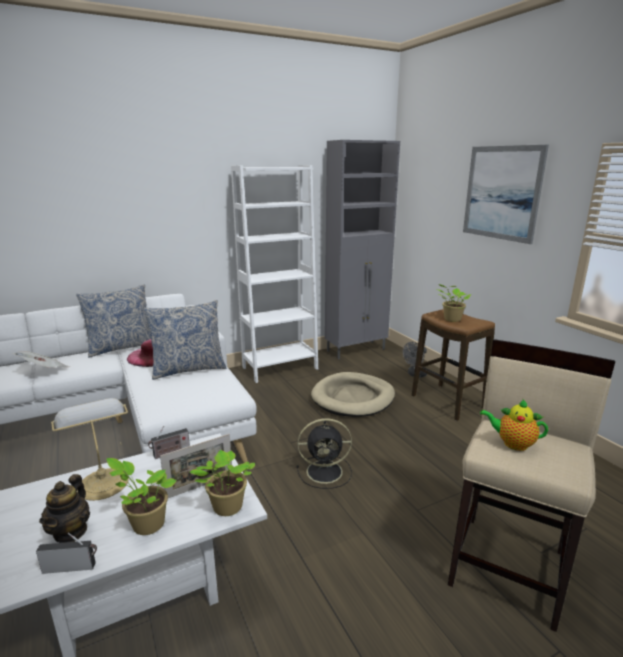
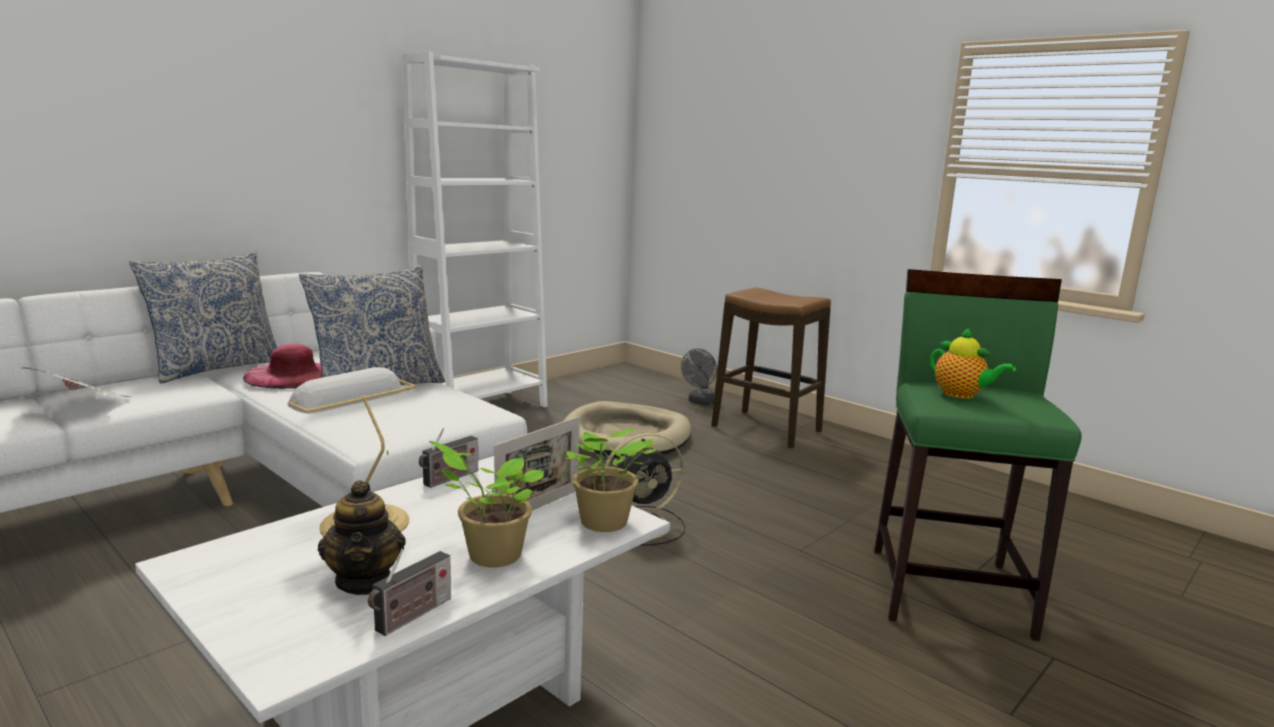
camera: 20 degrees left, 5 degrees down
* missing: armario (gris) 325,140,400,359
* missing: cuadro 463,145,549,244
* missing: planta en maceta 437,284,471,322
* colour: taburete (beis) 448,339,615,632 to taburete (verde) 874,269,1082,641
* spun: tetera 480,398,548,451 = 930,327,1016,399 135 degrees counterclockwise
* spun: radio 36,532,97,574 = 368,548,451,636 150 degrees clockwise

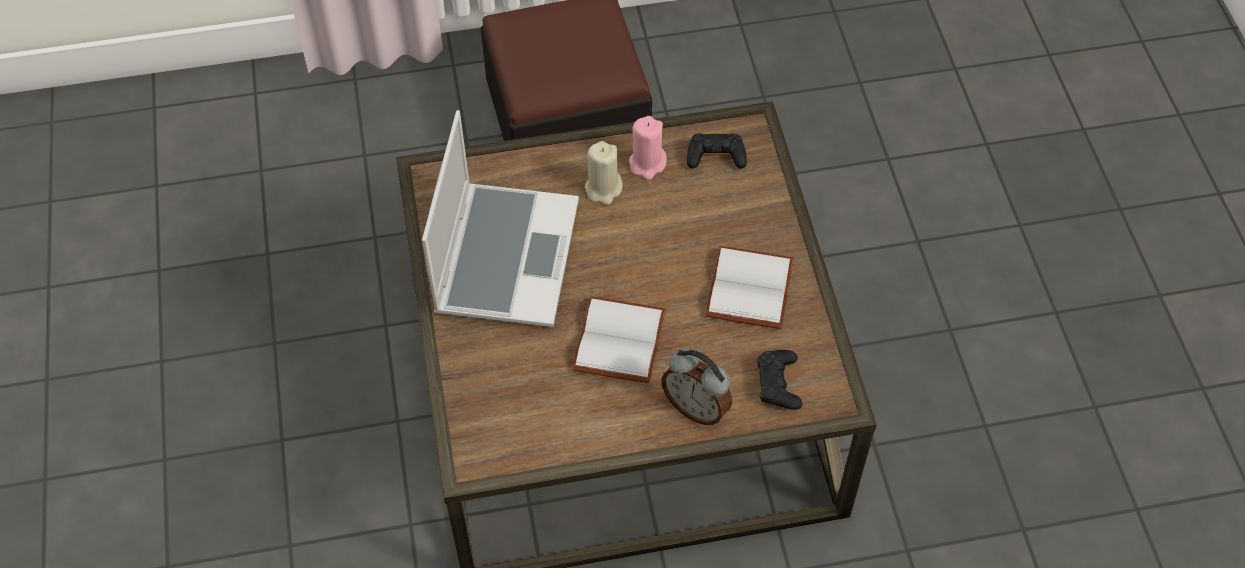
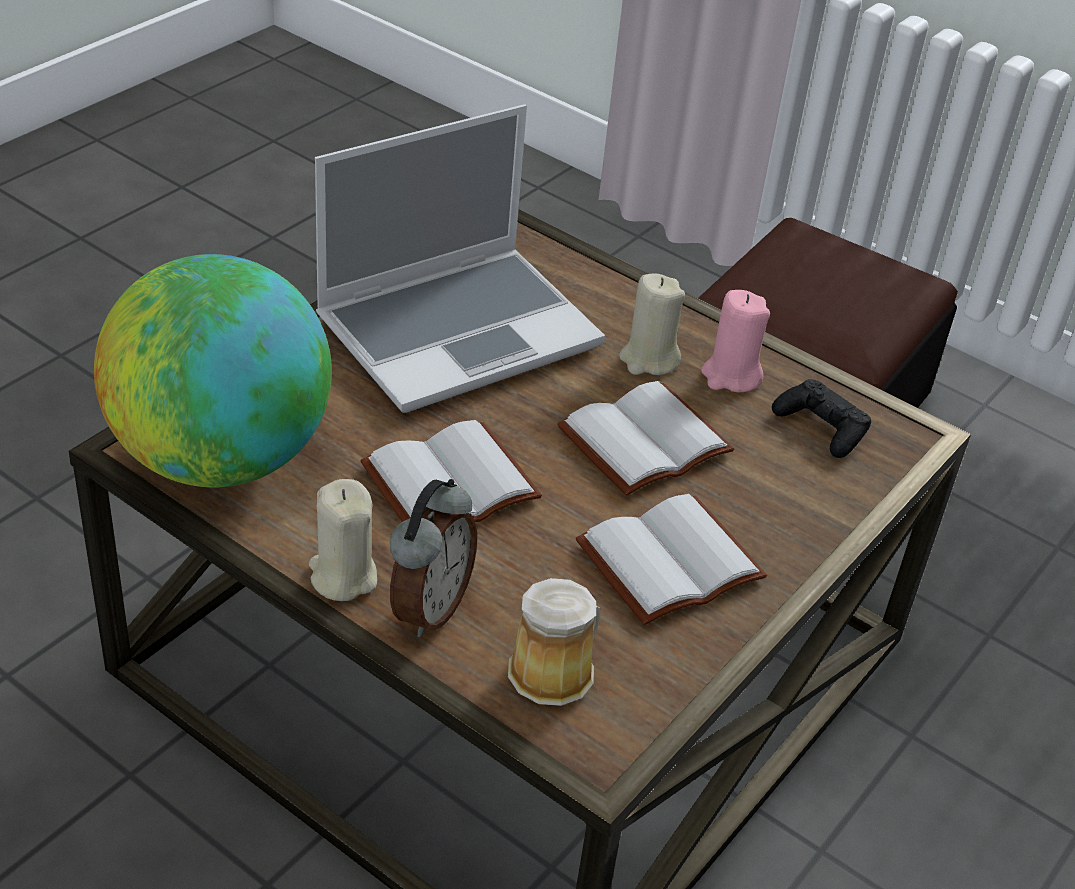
camera: 45 degrees right, 15 degrees down
* spun: despertador 661,349,732,425 = 390,479,477,637 150 degrees counterclockwise
* exchanged: mando de consola (negro) 757,350,803,410 to taza grande 508,578,600,706
* appeared: globo terráqueo 94,254,332,487
* appeared: libro (blanco) 557,381,735,496
* appeared: vela (beis) 309,479,377,601

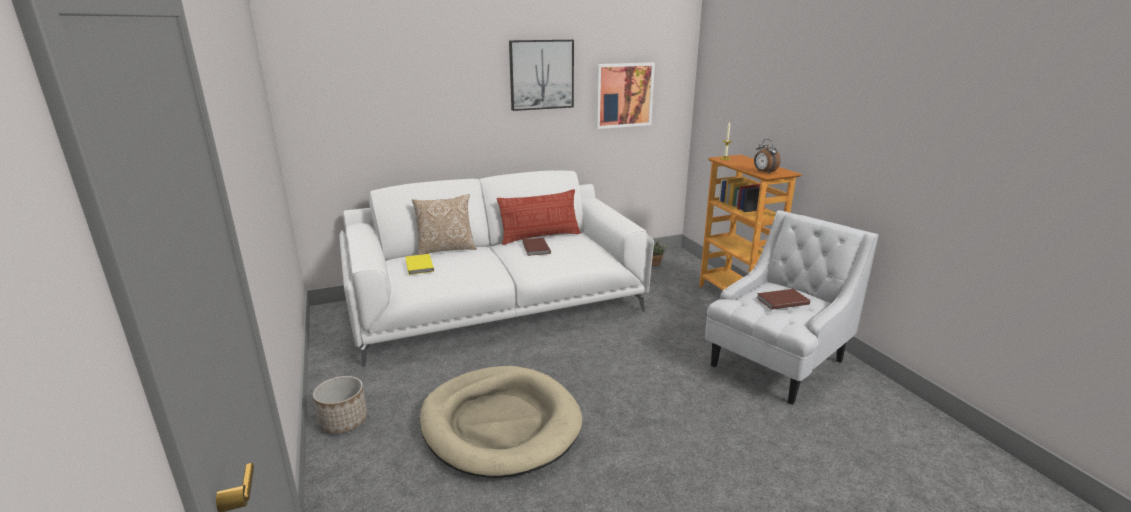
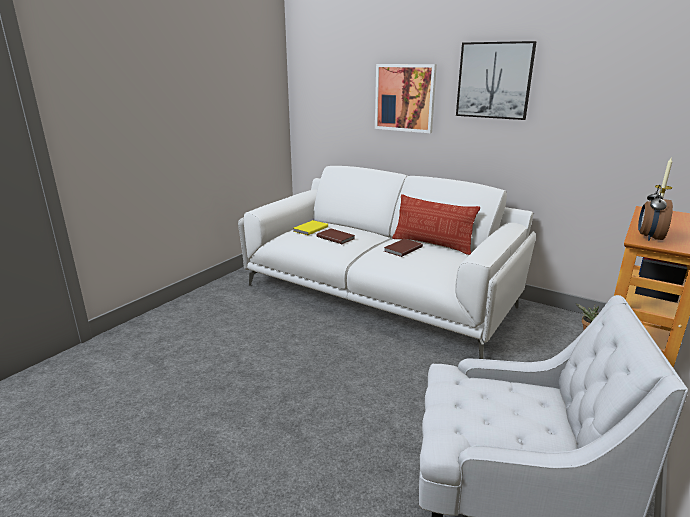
camera: 55 degrees right, 0 degrees up
* relocated: cuadro 596,62,655,129 to 375,64,437,133
* missing: cojín 412,194,476,255
* relocated: libro (marrón) 757,289,810,310 to 317,228,355,244
* missing: cama para perro (beis) 420,366,582,478
* missing: maceta 313,376,367,434

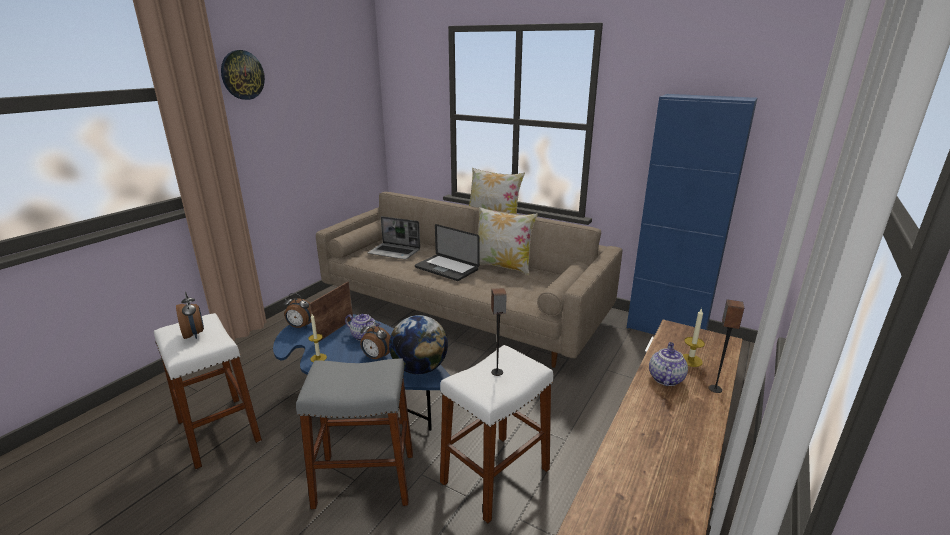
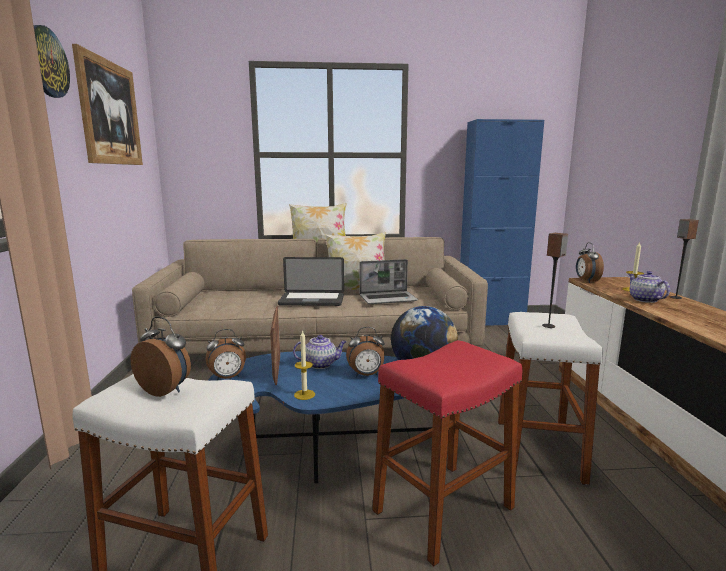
camera: 35 degrees left, 10 degrees down
* relocated: portátil 368,216,420,260 to 360,259,418,304
* colour: taburete (gris) 296,358,413,509 to taburete (rojo) 372,340,522,566
* appeared: cuadro 72,44,143,165
* appeared: despertador 576,243,604,283

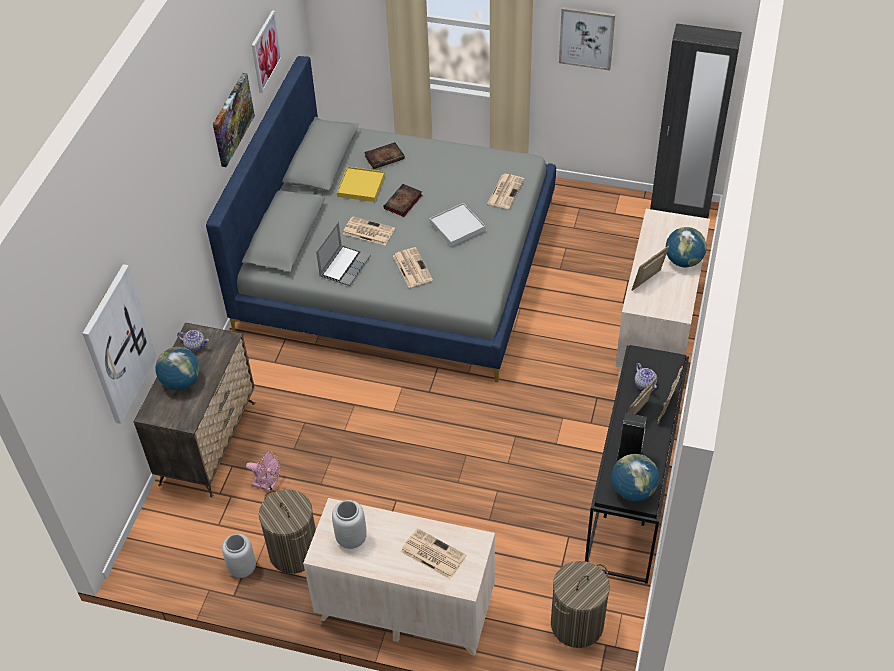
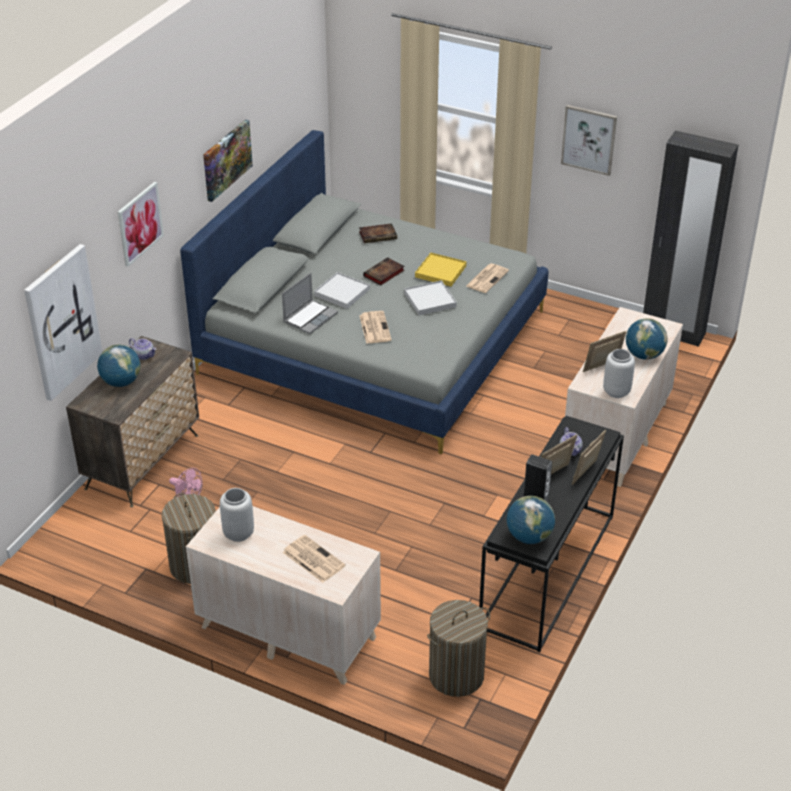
camera: 10 degrees right, 10 degrees down
* relocated: cuadro 252,10,282,93 to 118,182,164,267
* relocated: bandeja (amarillo) 337,166,385,202 to 415,253,466,287
* exchanged: periódico 343,216,395,245 to bandeja (blanco) 314,272,370,309
* relocated: florero (gris) 222,534,256,578 to 603,349,635,398

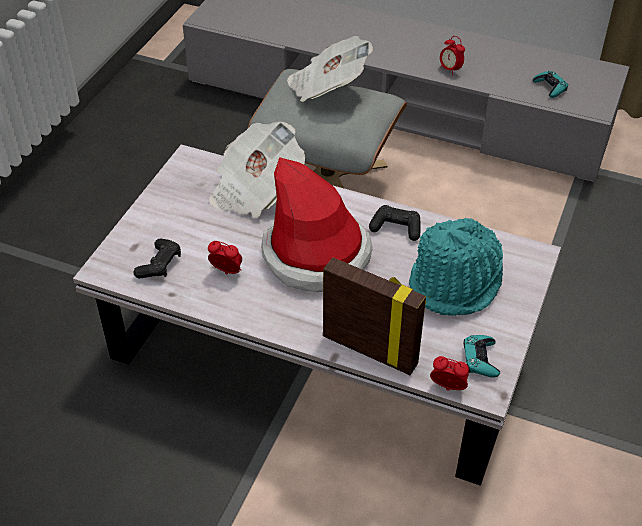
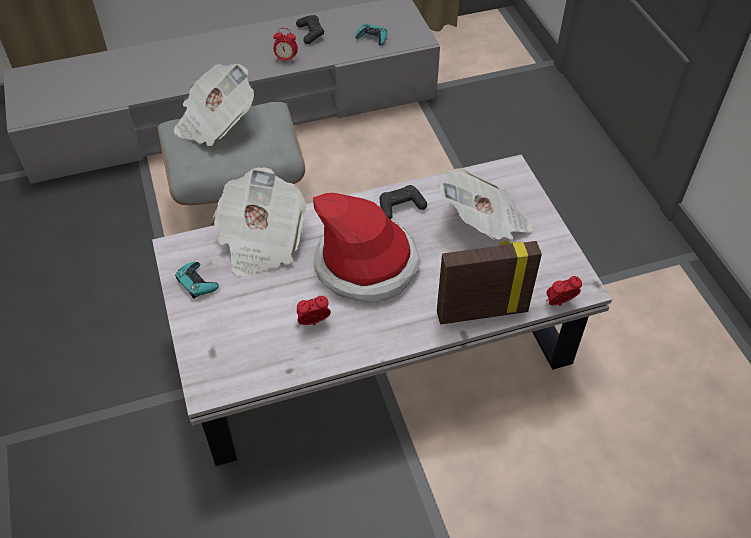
camera: 40 degrees left, 5 degrees up
* exchanged: sombrero (turquesa) 409,218,503,316 to periódico 439,168,533,240
* relocated: mando de consola (negro) 133,238,181,278 to 296,15,324,44
* relocated: mando de consola (turquesa) 464,335,500,378 to 175,262,219,299

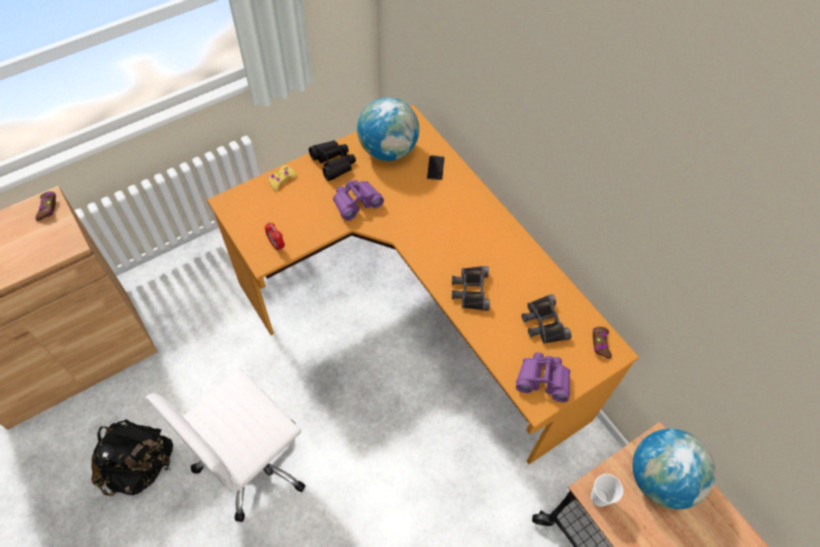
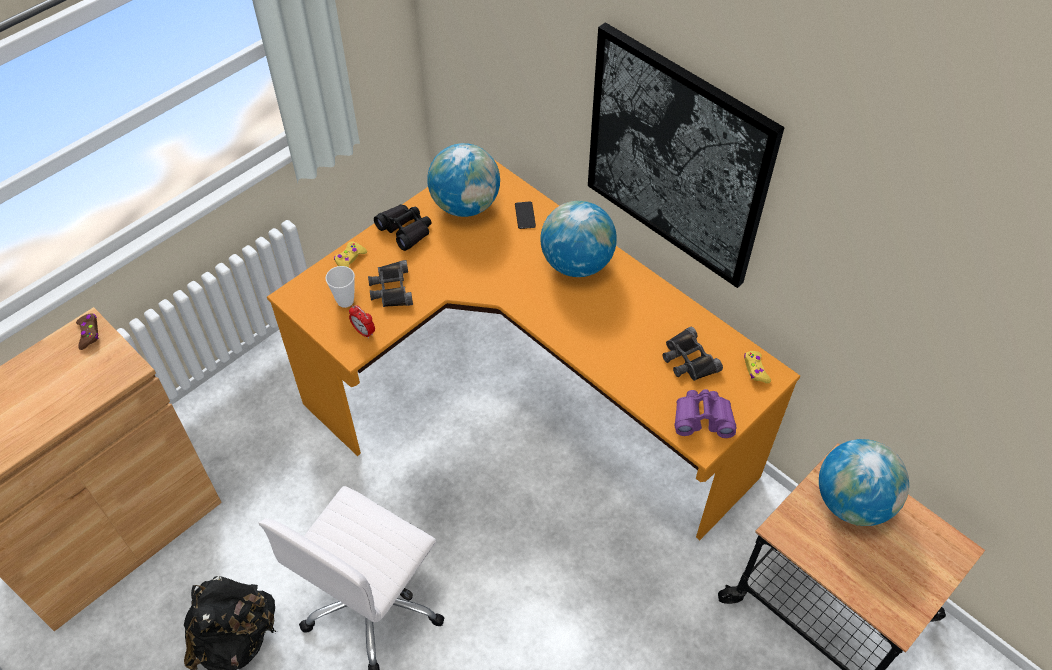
camera: 10 degrees left, 5 degrees down
* missing: prismáticos (morado) 333,180,384,221
* relocated: prismáticos (negro) 452,266,490,311 to 368,260,413,307
* colour: mando de consola (marrón) 593,327,612,359 to mando de consola (amarillo) 744,351,771,383
* relocated: taza 591,474,623,507 to 326,266,355,308
* appeared: cuadro 588,22,784,288
* appeared: globo terráqueo 540,201,617,277

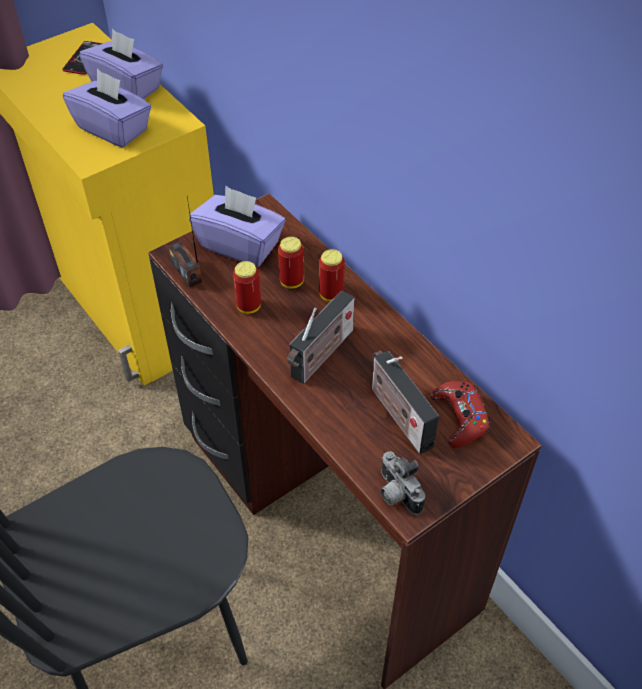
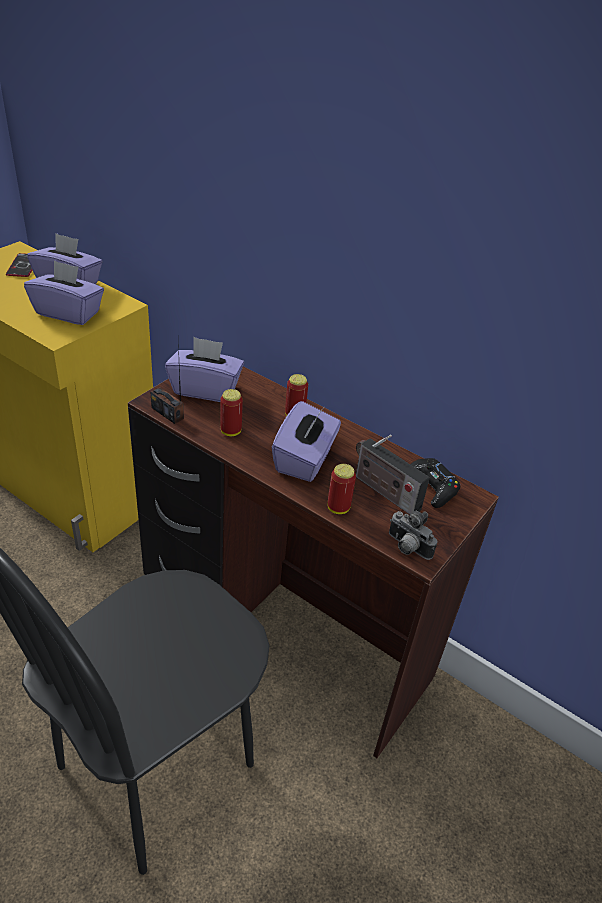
camera: 20 degrees left, 10 degrees down
* relocated: lata 278,237,304,288 to 327,464,356,514
* exchanged: radio 287,291,354,384 to caja de pañuelos (morado) 272,401,341,482
* colour: mando de consola (rojo) 431,381,491,448 to mando de consola (negro) 410,458,460,508

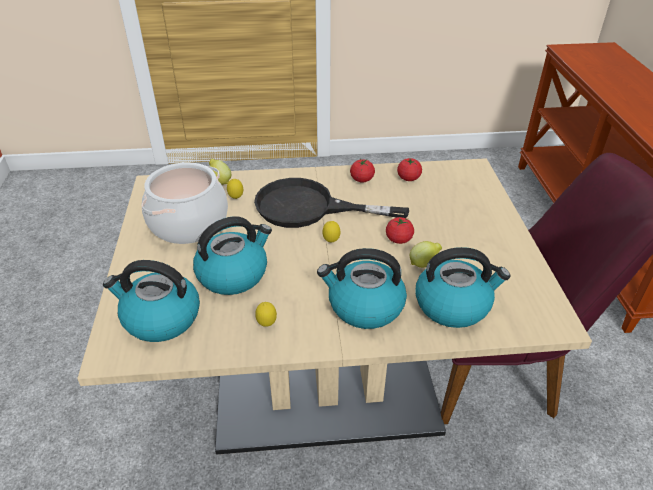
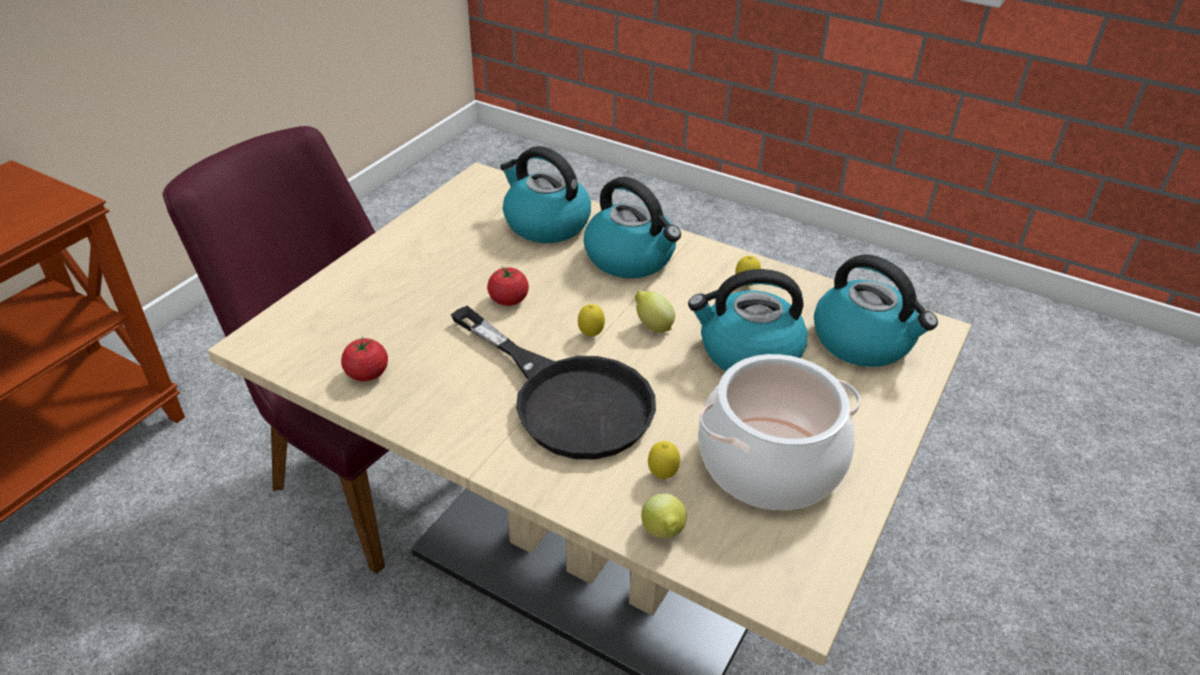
camera: 145 degrees left, 0 degrees up
* missing: tomate 350,159,375,182
* relocated: limón 410,241,442,268 to 635,290,675,333

